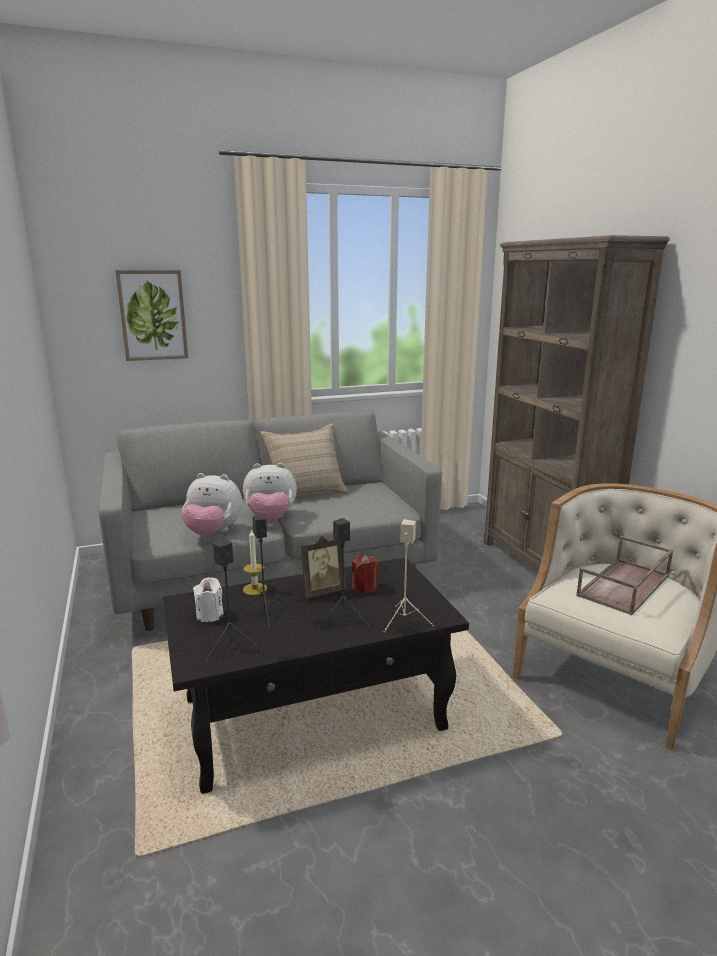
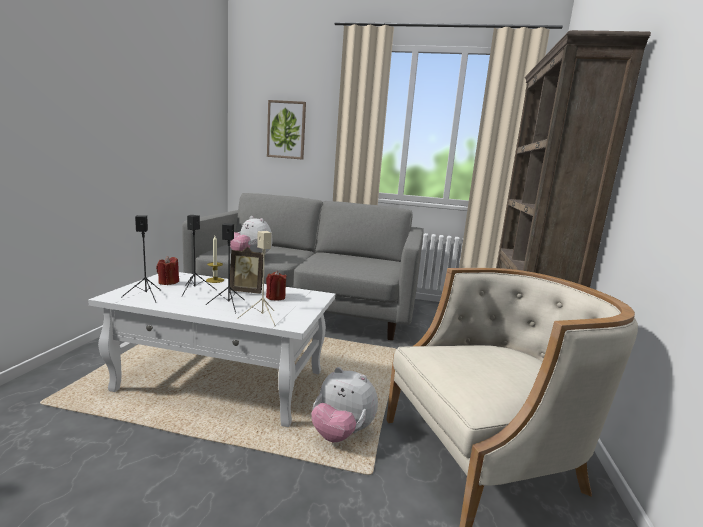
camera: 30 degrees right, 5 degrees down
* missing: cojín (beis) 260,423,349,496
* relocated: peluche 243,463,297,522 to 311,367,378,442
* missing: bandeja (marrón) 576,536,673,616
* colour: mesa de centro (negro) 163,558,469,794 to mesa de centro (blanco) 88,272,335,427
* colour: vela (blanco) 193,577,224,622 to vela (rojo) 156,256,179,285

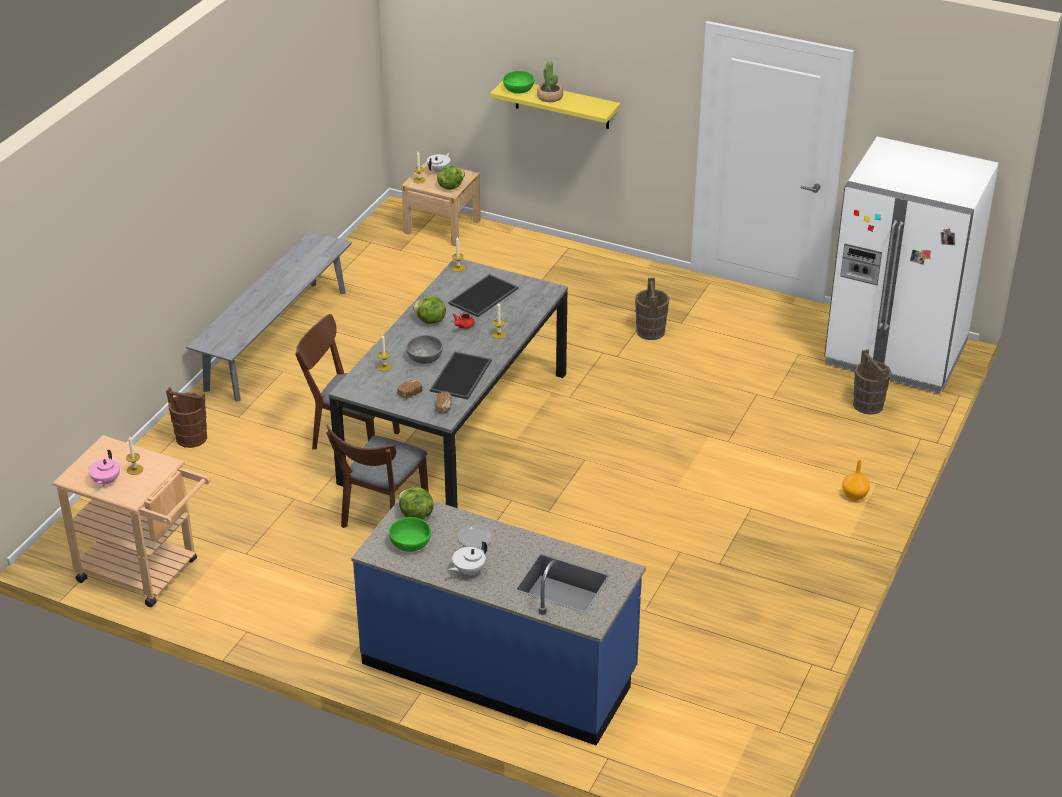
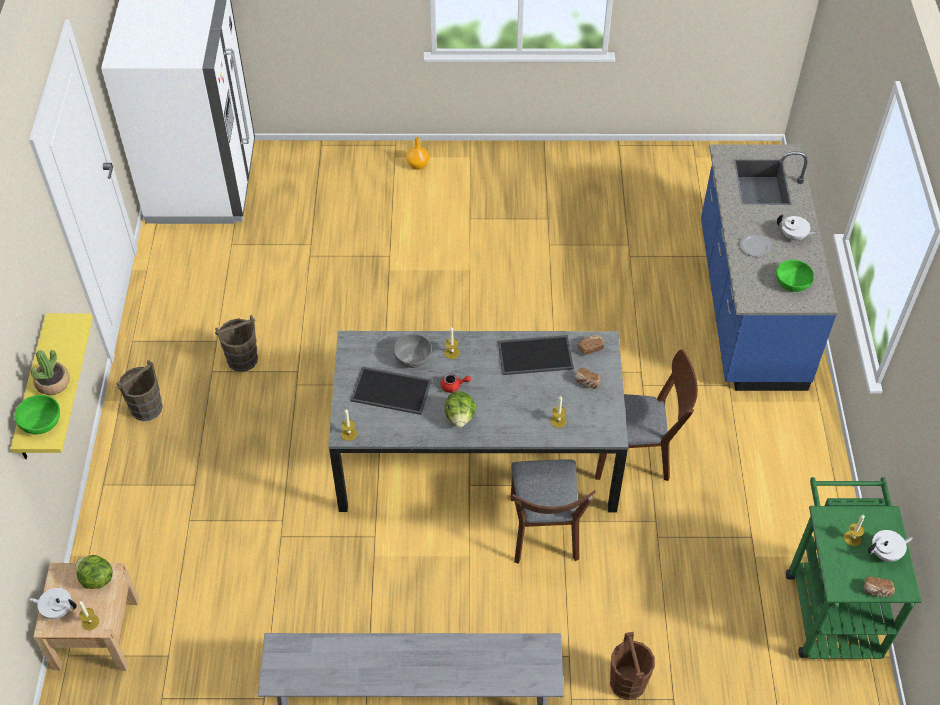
camera: 115 degrees left, 15 degrees up
* relocated: cuenco (gris) 406,335,443,364 to 393,334,432,368
* relocated: cubo (marrón) 853,349,891,415 to 117,360,163,421
* colour: carrito (beis) 52,435,211,607 to carrito (verde) 786,477,921,659
* colour: tetera (rosa) 88,450,120,487 to tetera (blanco) 868,530,913,562
* missing: lechuga 399,487,434,519
* appeared: pan 863,576,895,597

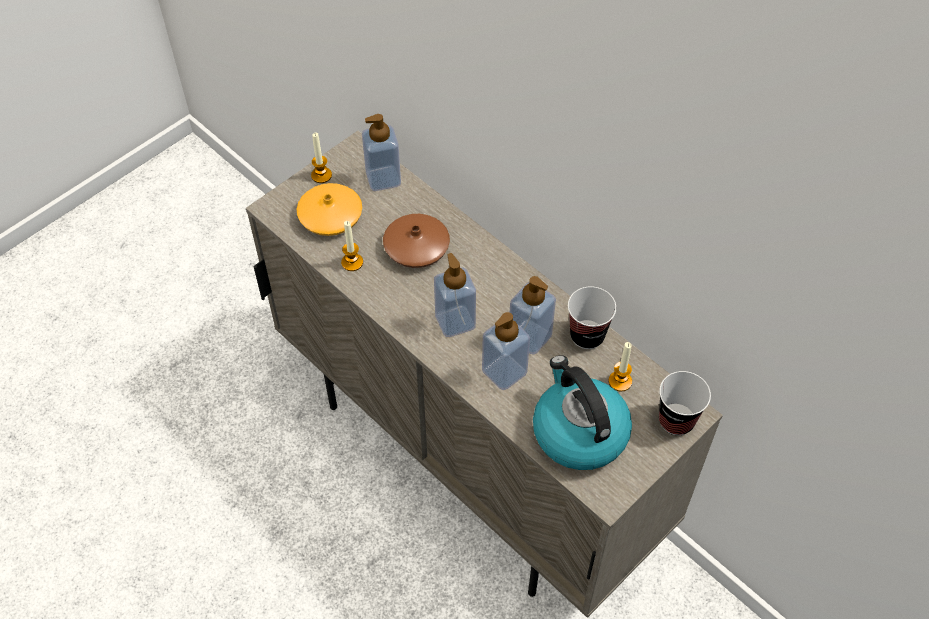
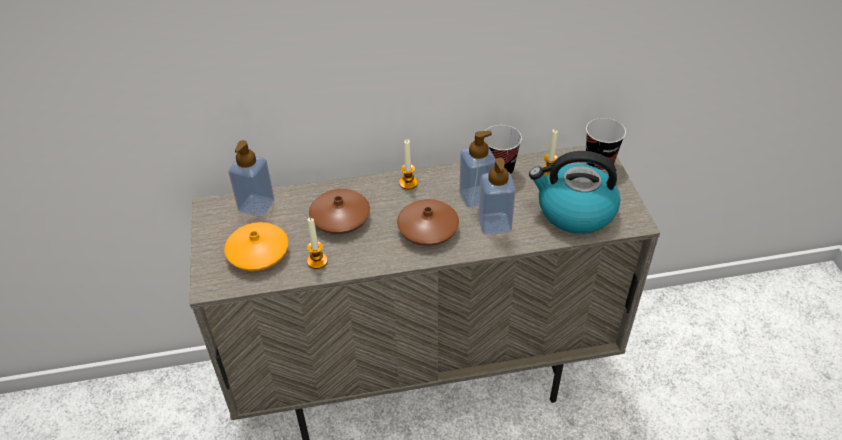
camera: 55 degrees left, 10 degrees down
* relocated: vela 311,132,332,183 to 399,139,418,190
* exchanged: dispensador de jabón 434,253,476,337 to florero (marrón) 397,199,459,246

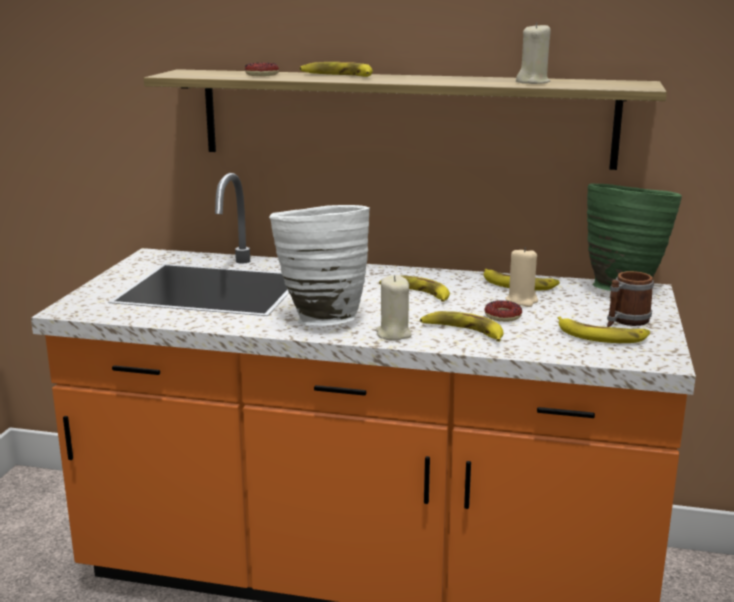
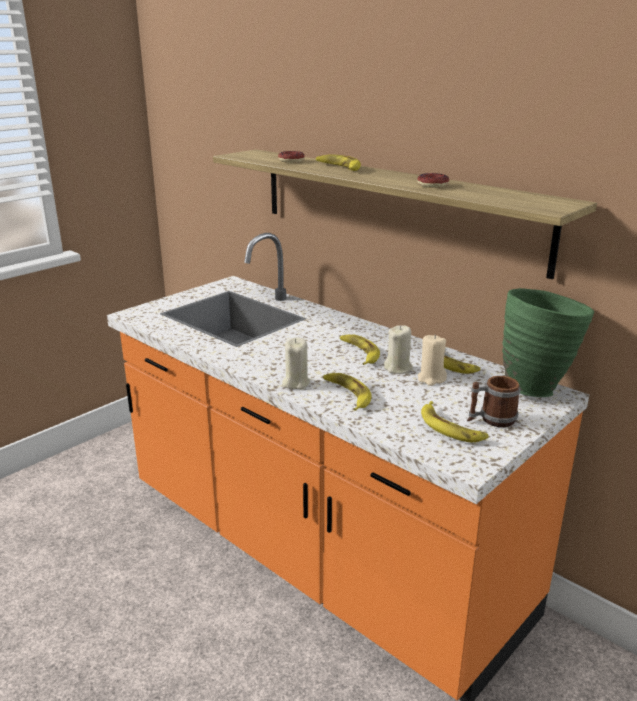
camera: 30 degrees right, 5 degrees up
* relocated: vela (beis) 516,22,551,84 to 384,325,413,374
* missing: florero (blanco) 269,205,370,326
* relocated: rosquilla 484,301,522,322 to 417,173,449,188

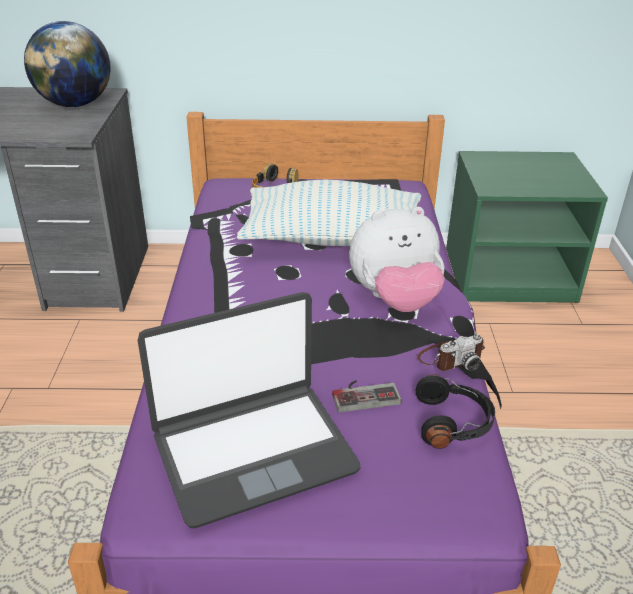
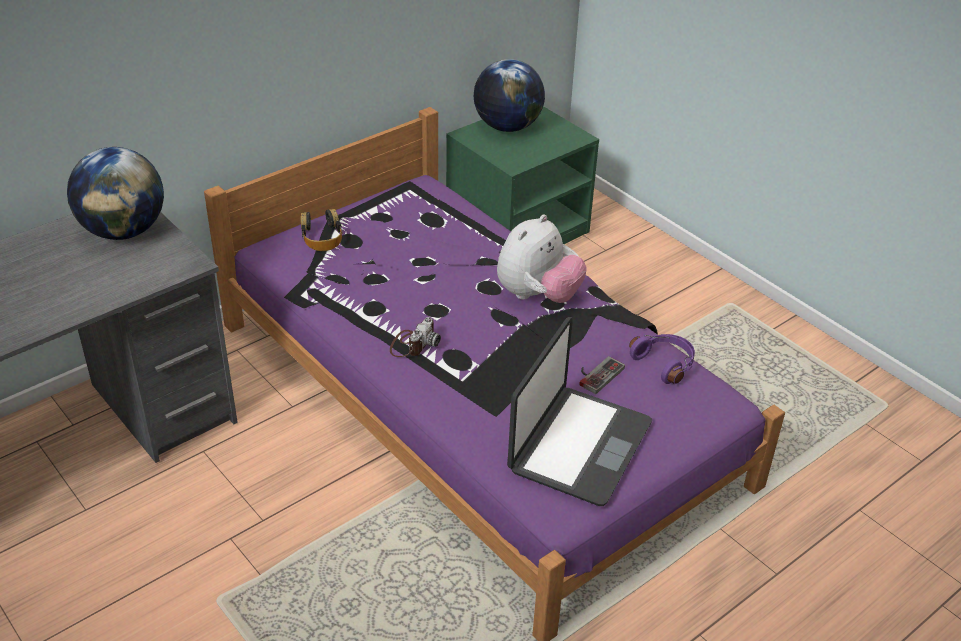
camera: 40 degrees left, 5 degrees up
* missing: cojín 236,180,421,246
* relocated: cámara 417,334,485,371 to 390,317,441,357
* colour: auriculares (negro) 415,374,495,449 to auriculares (morado) 629,334,695,384
* appeared: globo terráqueo 474,59,545,132

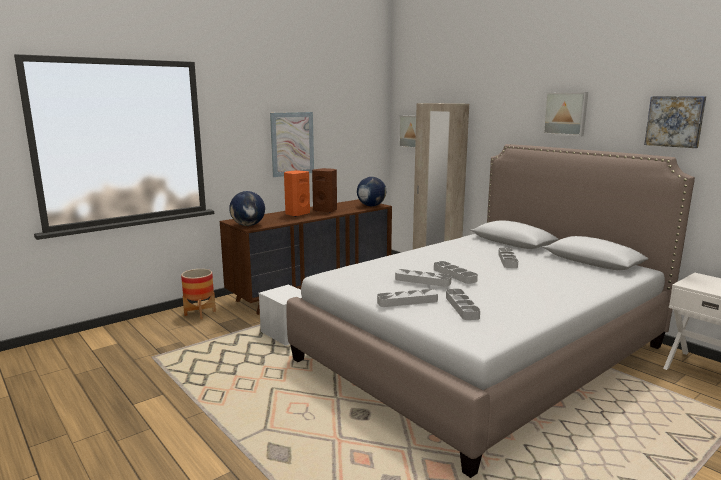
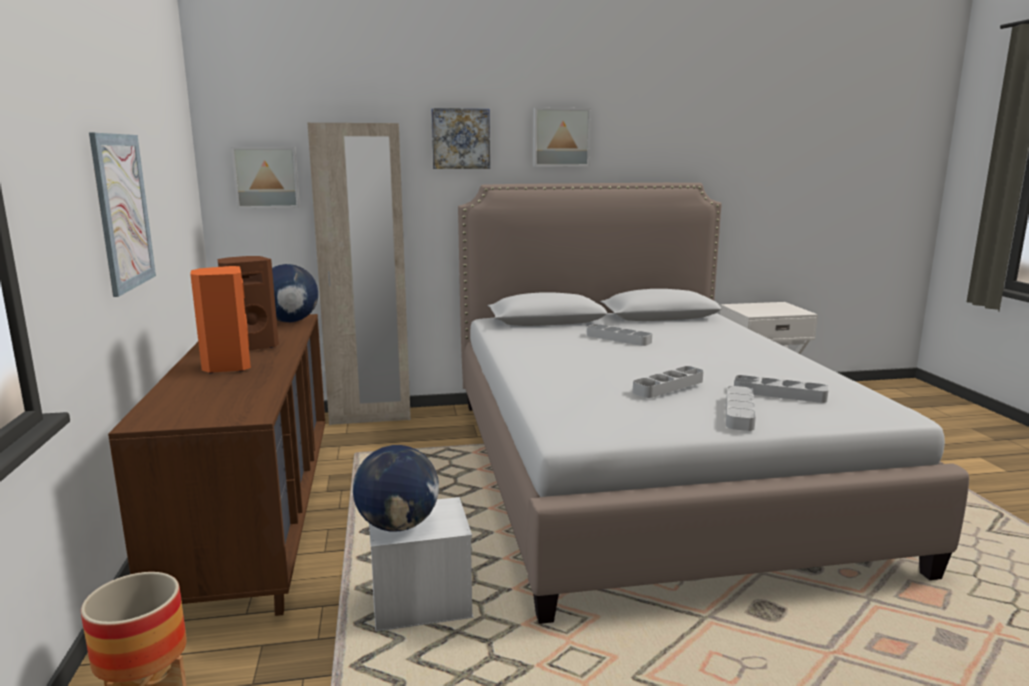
camera: 60 degrees left, 0 degrees up
* relocated: cuadro 644,96,706,148 to 431,108,490,169
* relocated: globo terráqueo 229,191,265,226 to 353,445,439,531
* missing: bandeja (gris) 434,261,478,284

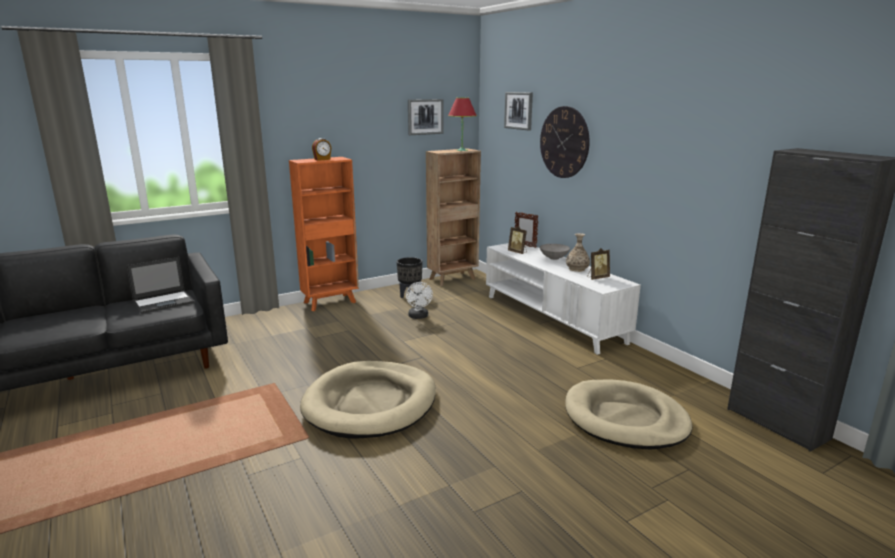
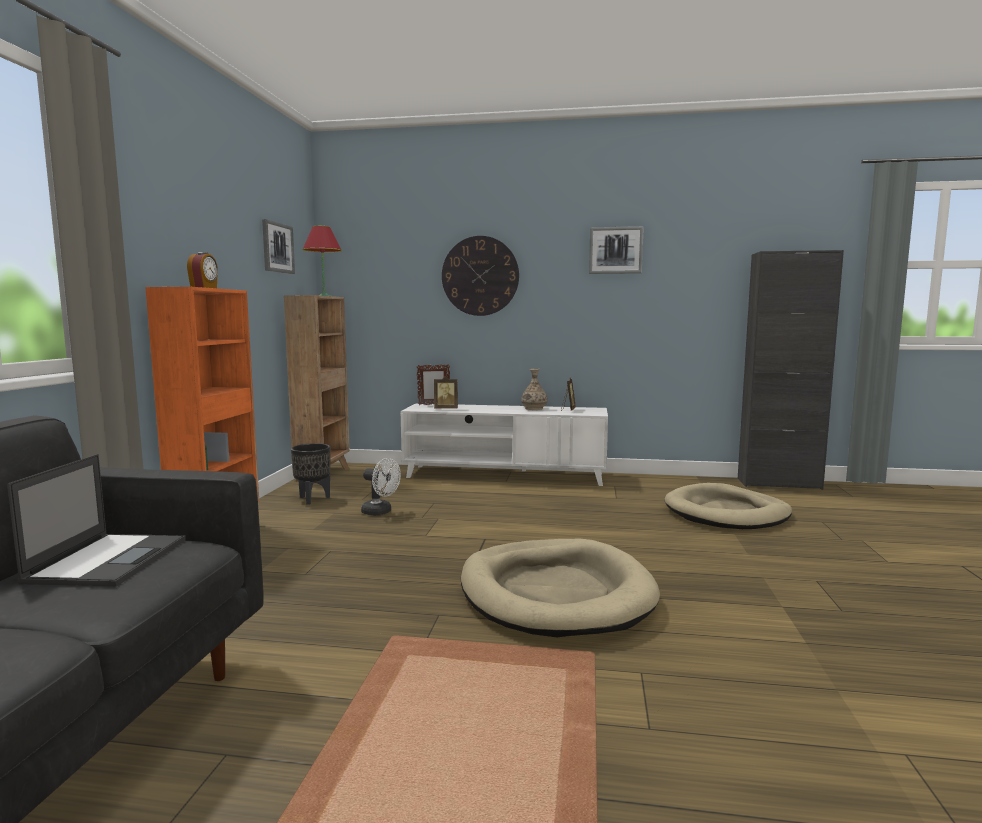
camera: 50 degrees left, 10 degrees down
* relocated: cuadro 504,92,533,131 to 589,226,644,274
* missing: cuenco (gris) 540,244,570,260

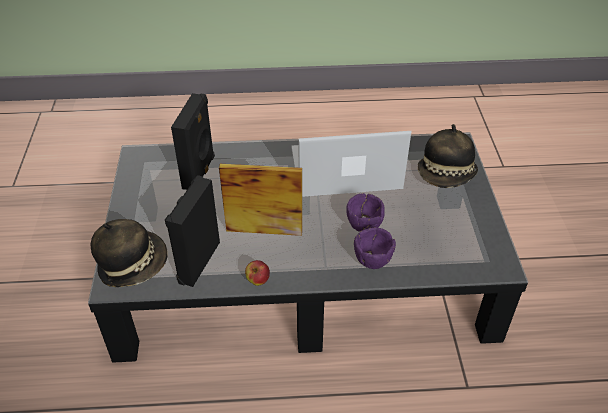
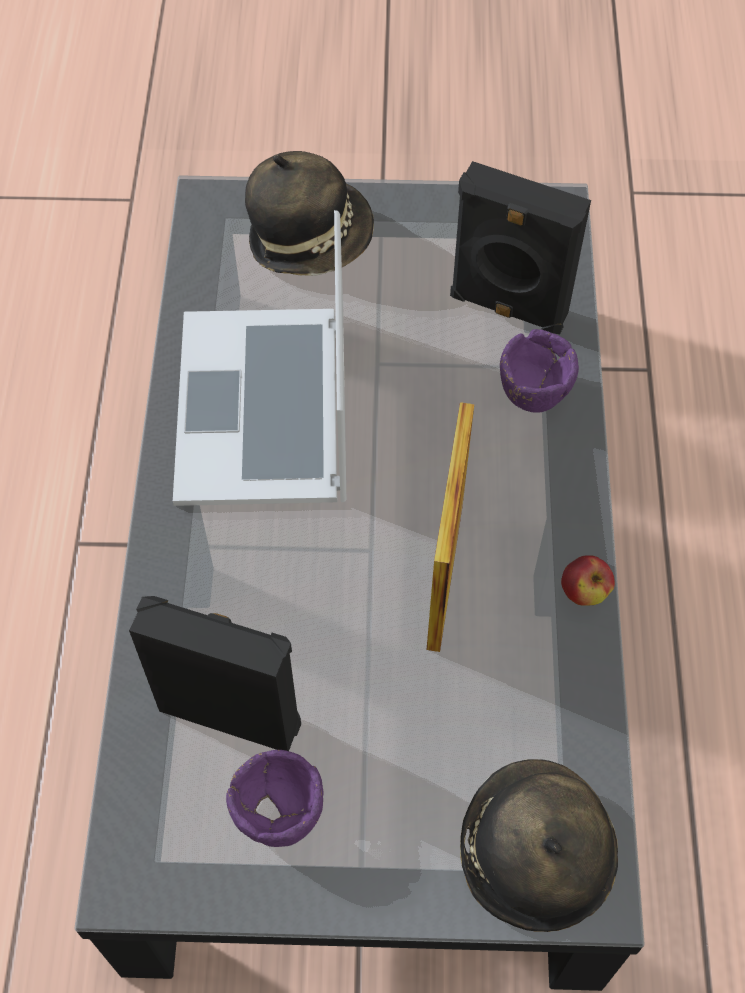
camera: 85 degrees left, 15 degrees up
* relocated: altavoz (negro) 165,175,220,287 to 450,161,591,334
* relocated: cuenco (morado) 346,193,385,232 to 226,750,323,847

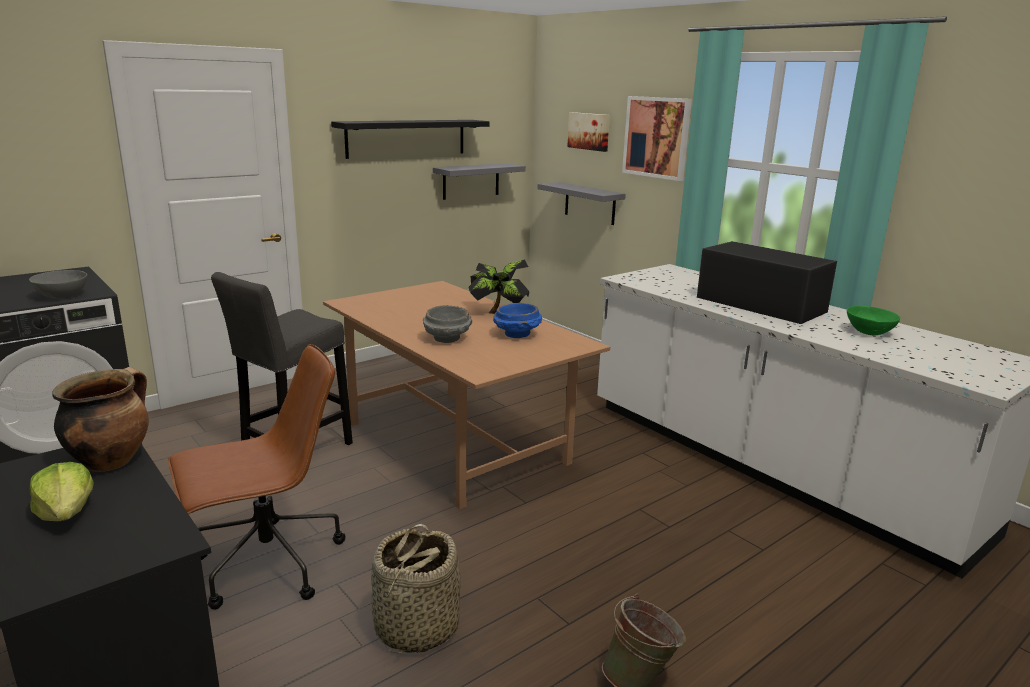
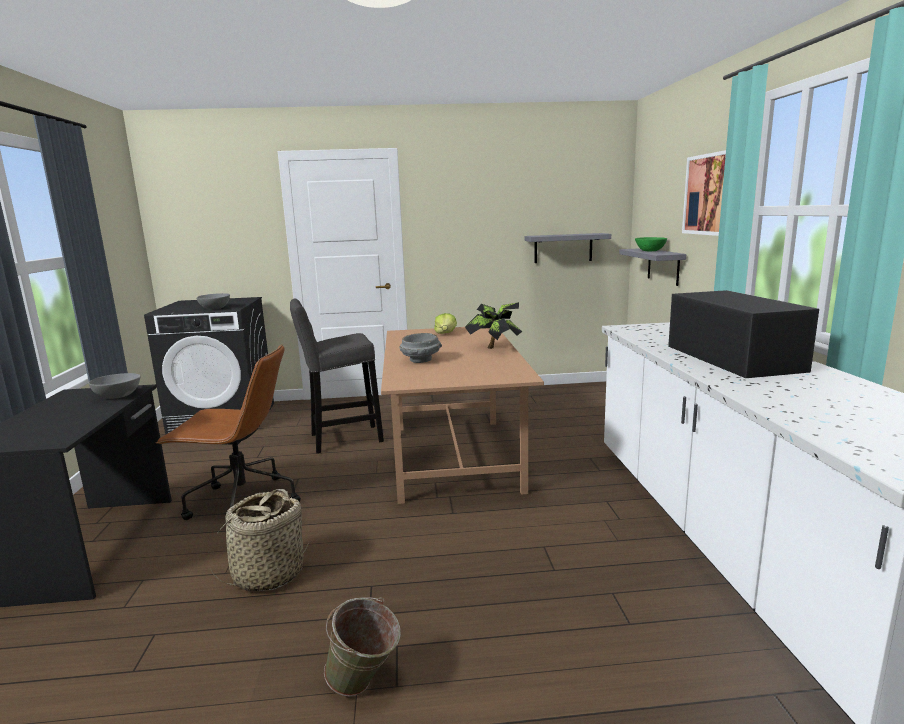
camera: 35 degrees right, 5 degrees down
* missing: cuadro 567,112,610,152
* missing: estante (negro) 331,120,490,159
* missing: cuenco (azul) 493,303,542,338
* relocated: cuenco (verde) 847,306,900,335 to 635,237,667,251
* exchanged: olla 52,367,149,472 to cuenco (gris) 89,373,140,399
* relocated: lechuga 29,462,94,521 to 434,313,457,334

